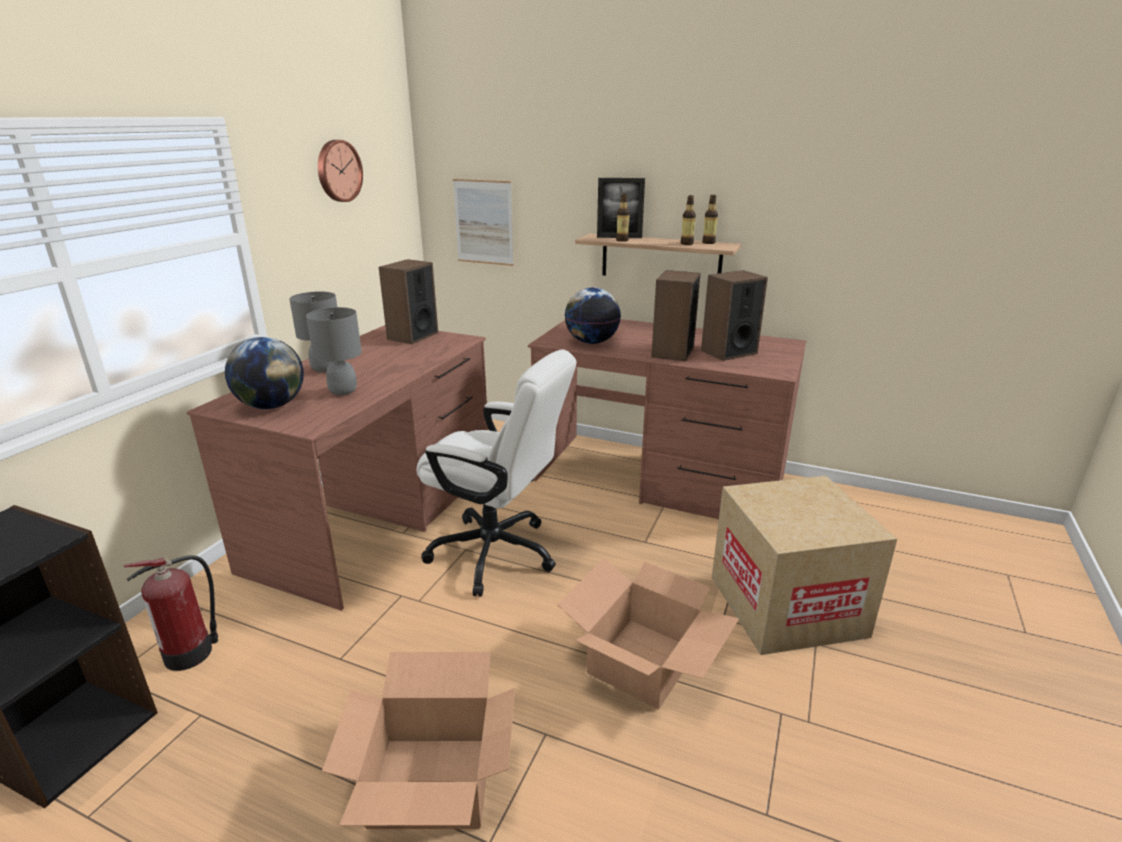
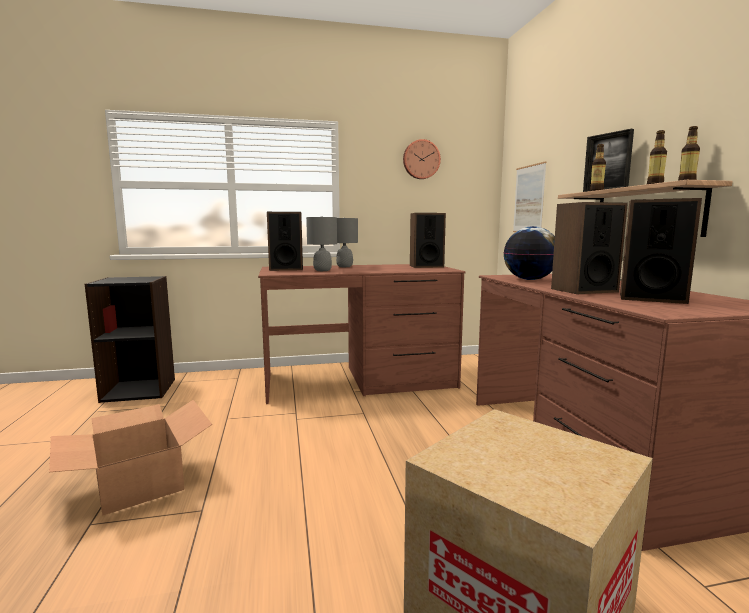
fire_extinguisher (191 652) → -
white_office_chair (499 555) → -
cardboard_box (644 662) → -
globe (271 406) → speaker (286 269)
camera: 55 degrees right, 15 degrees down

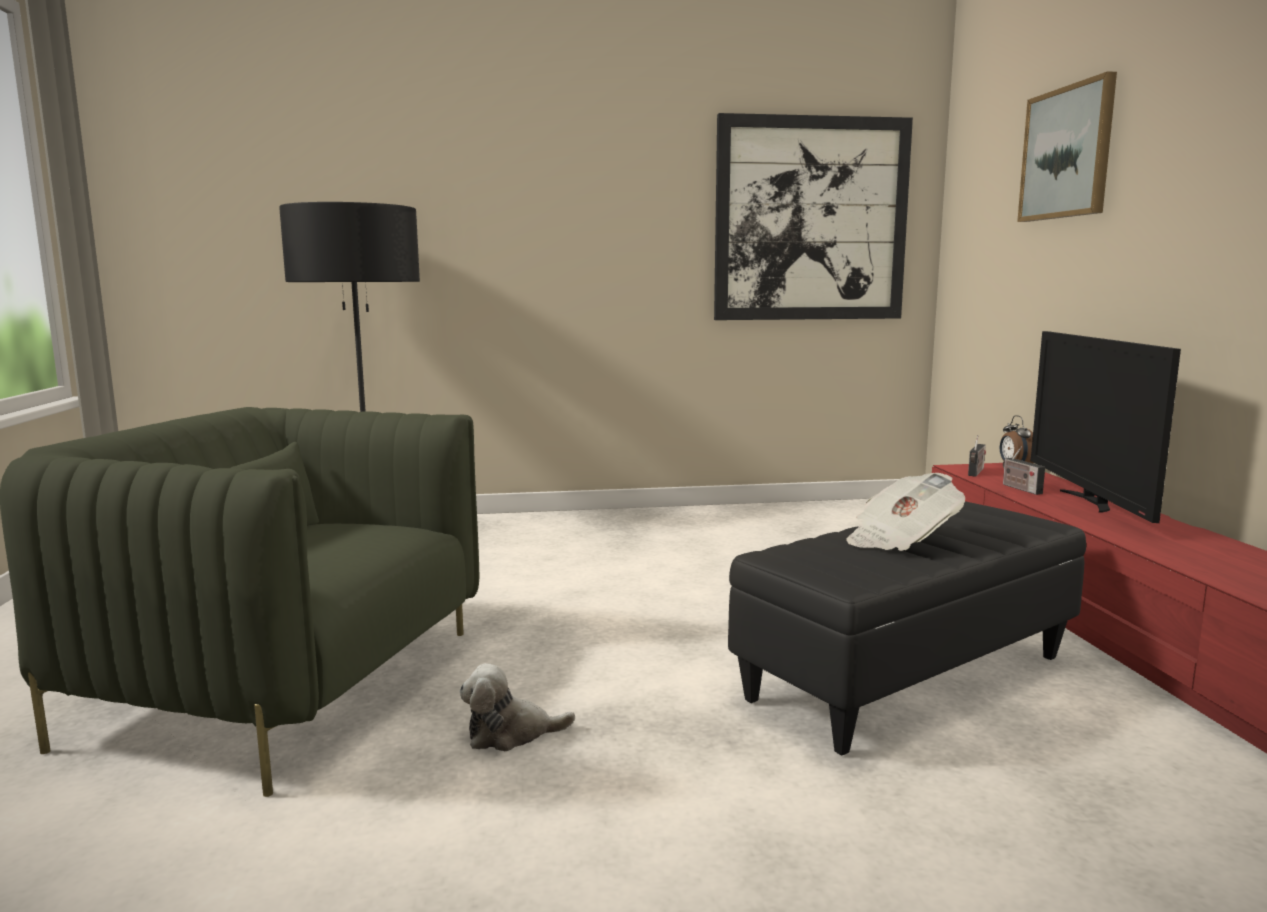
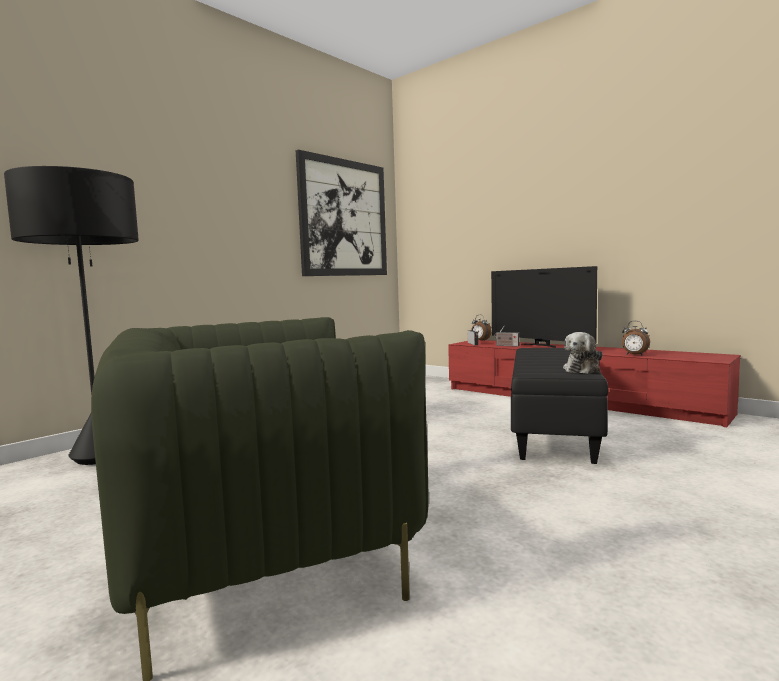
newspaper (900 540) → -
picture (1067 153) → -
- → alarm_clock (634 355)
plush_toy (511 734) → plush_toy (583 369), moved
camera: 40 degrees left, 5 degrees down

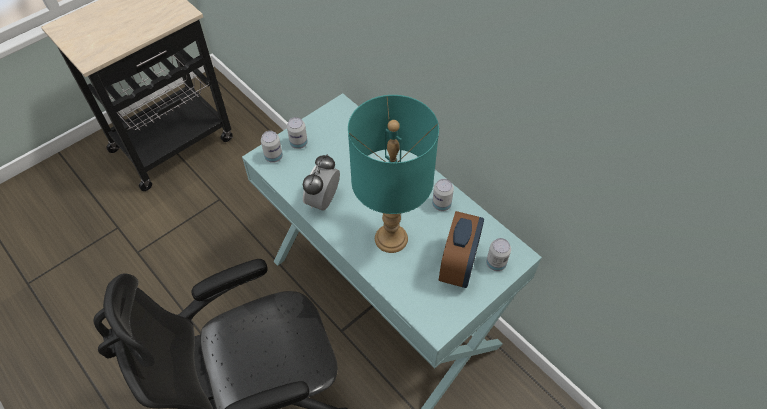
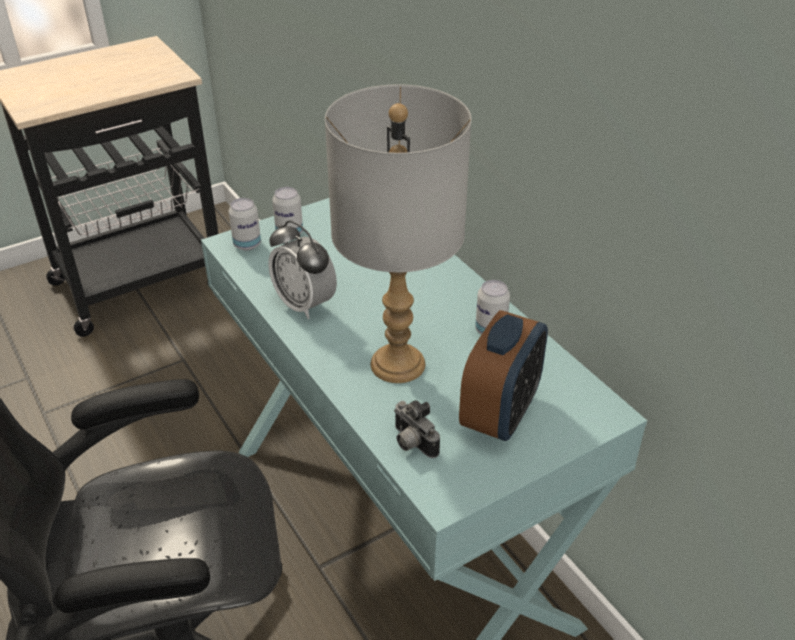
can (496 263) → -
- → photo_camera (411 443)
turquoise_table_lamp (391 238) → grey_table_lamp (398 363)
alarm_clock (323 201) → alarm_clock (304 304), 75 degrees counterclockwise
camera: 10 degrees right, 15 degrees down

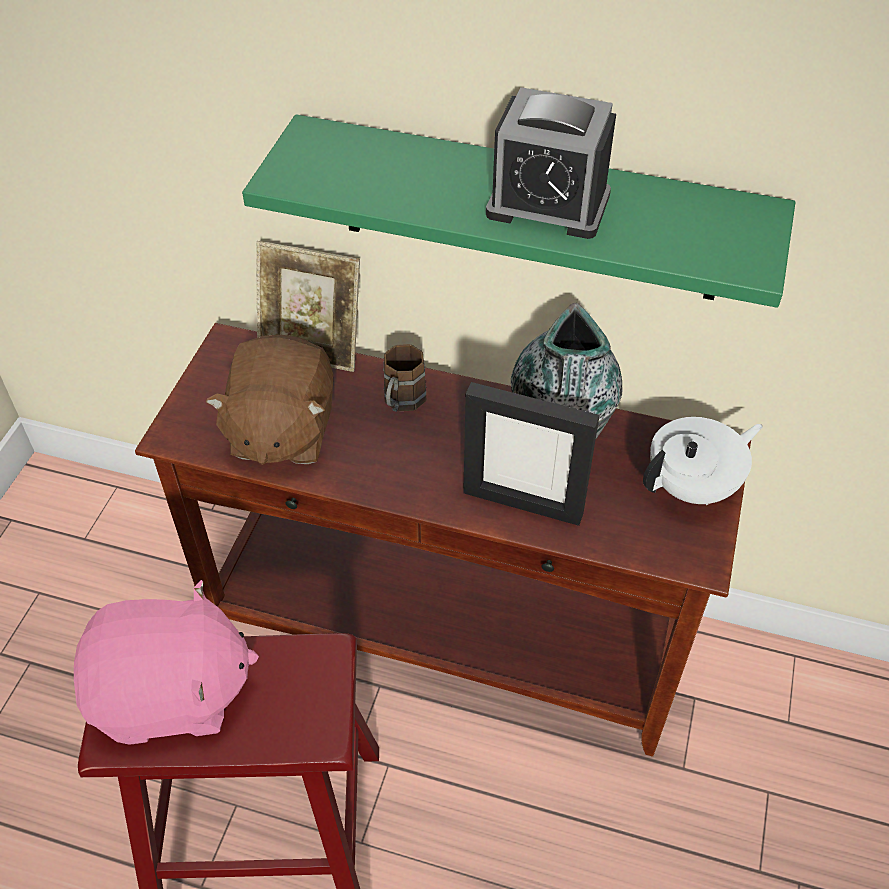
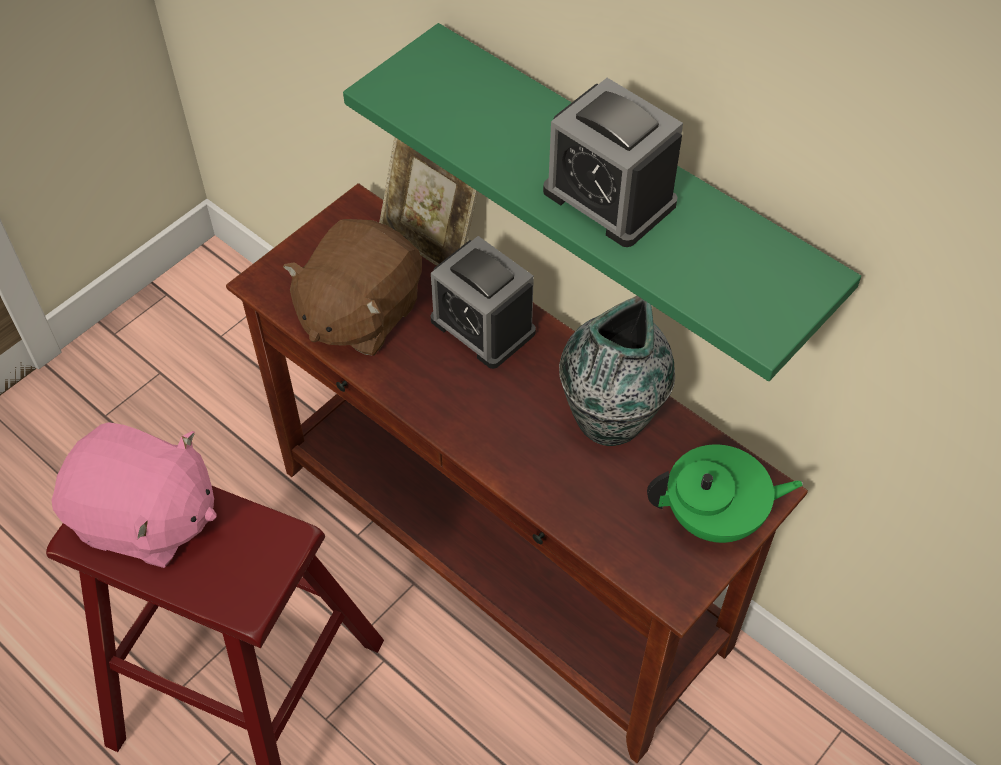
picture_frame (523 501) → -
brown_mug (401 403) → alarm_clock (483 326)
white_teapot (693 486) → green_teapot (715 517)
camera: 25 degrees right, 5 degrees up

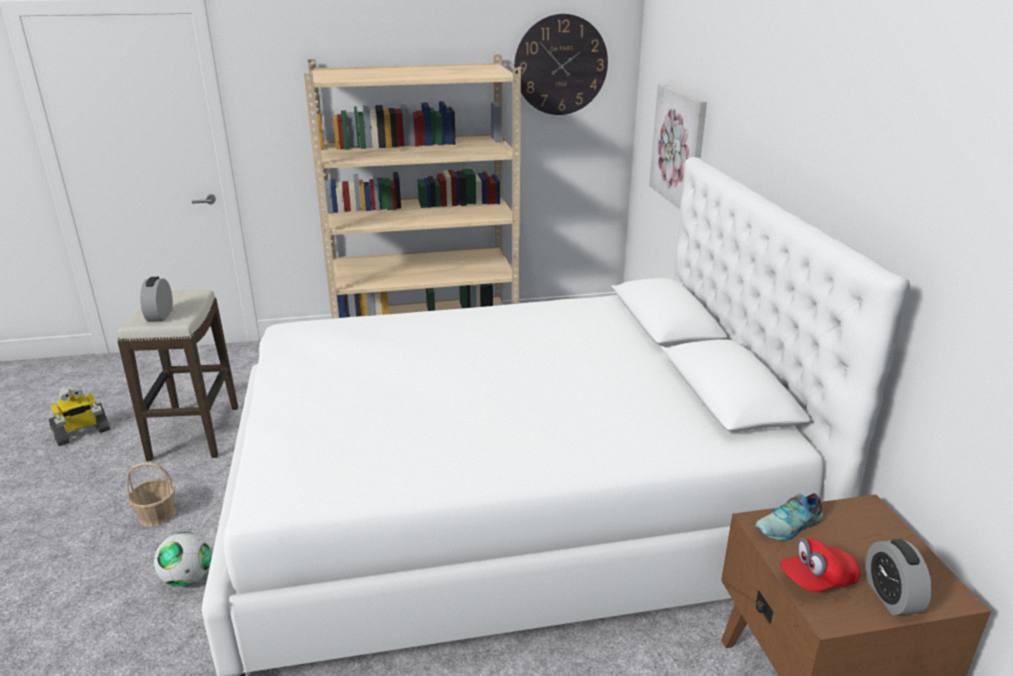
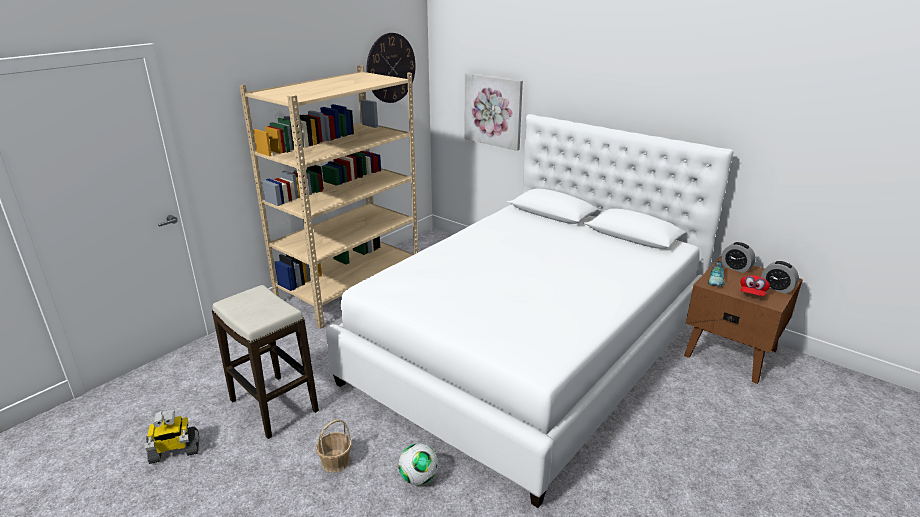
alarm_clock (160 315) → alarm_clock (735 268), moved
toy_robot (82 433) → toy_robot (174 451), 60 degrees clockwise
camera: 40 degrees left, 0 degrees up

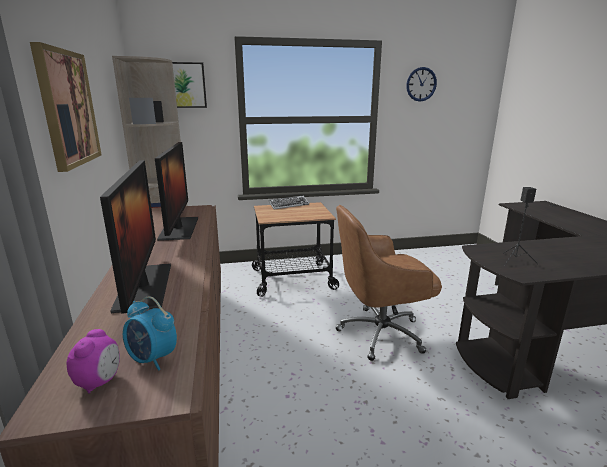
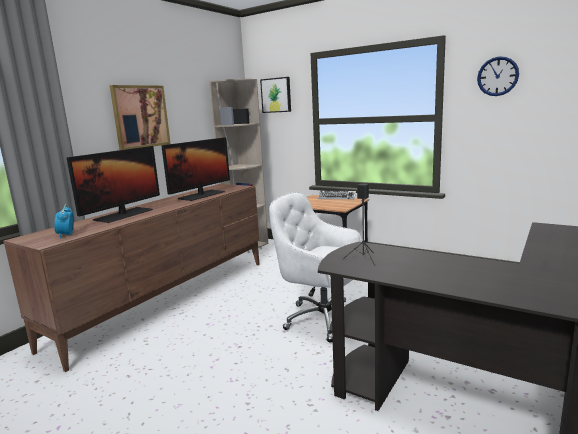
alarm_clock (100 381) → -
brown_office_chair (380 333) → white_office_chair (324 318)
camera: 45 degrees right, 5 degrees down

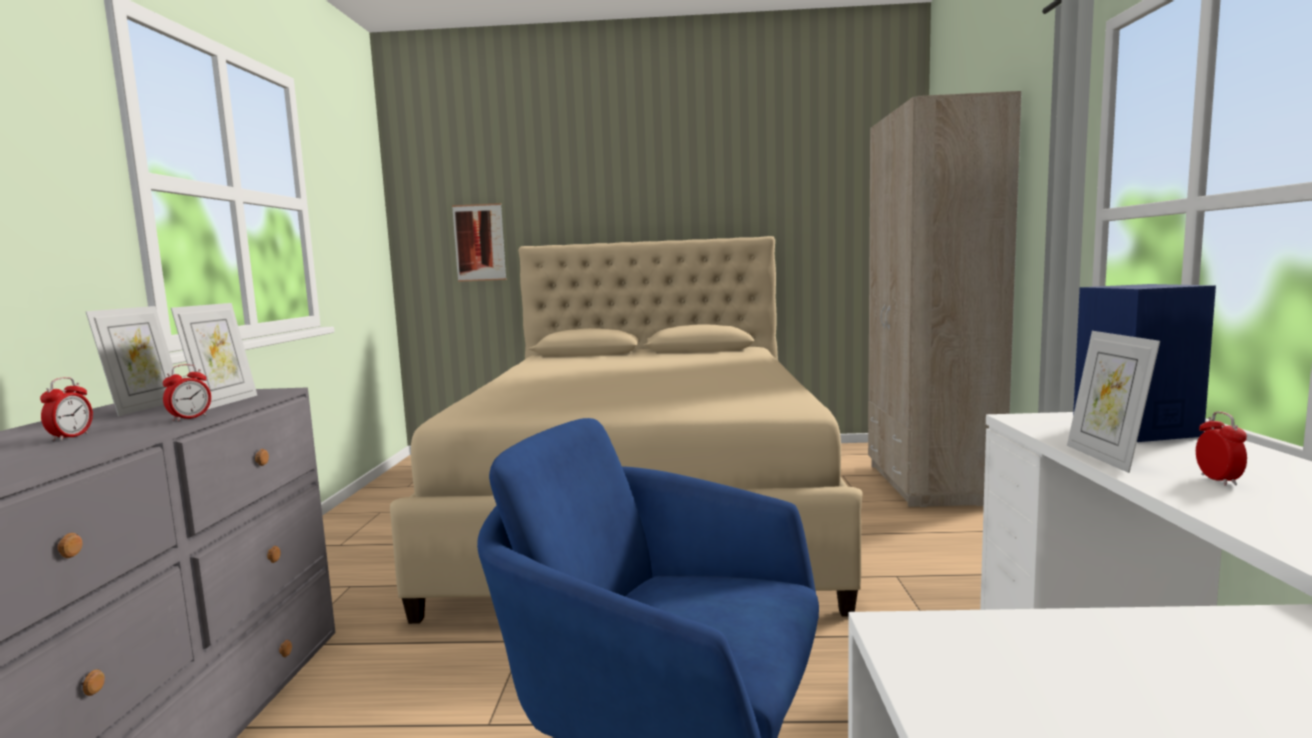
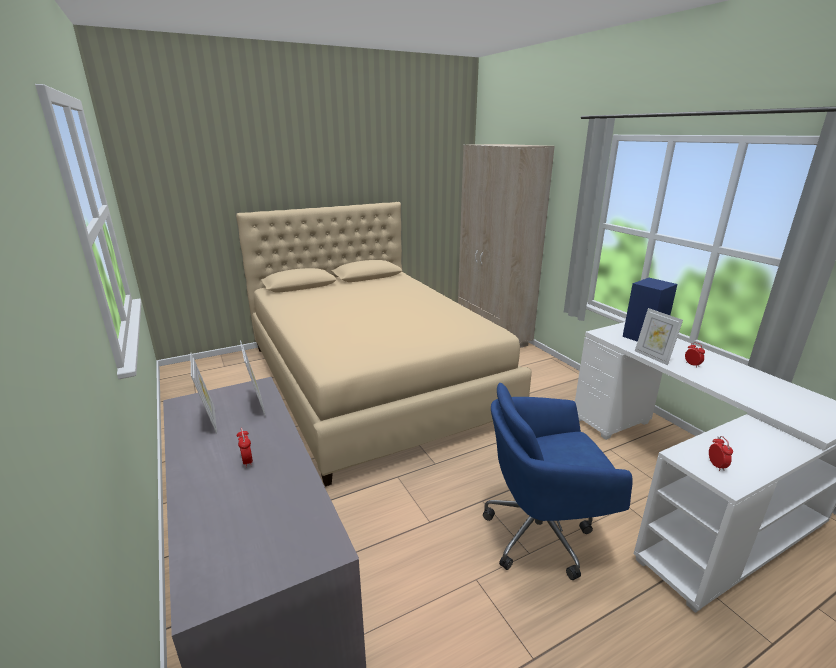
picture (479 242) → -
alarm_clock (190 418) → alarm_clock (716 465), moved
camera: 30 degrees left, 15 degrees up

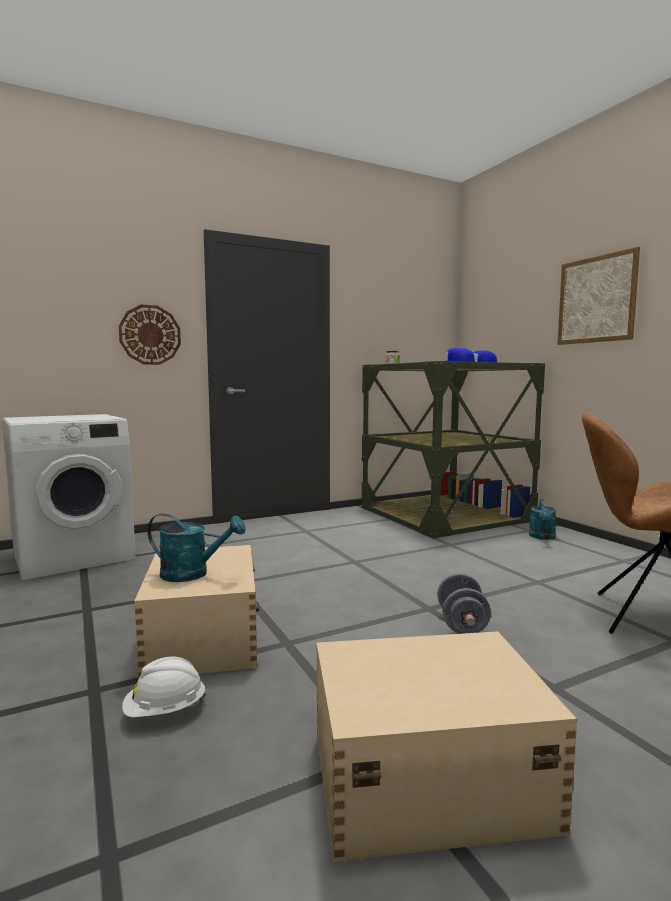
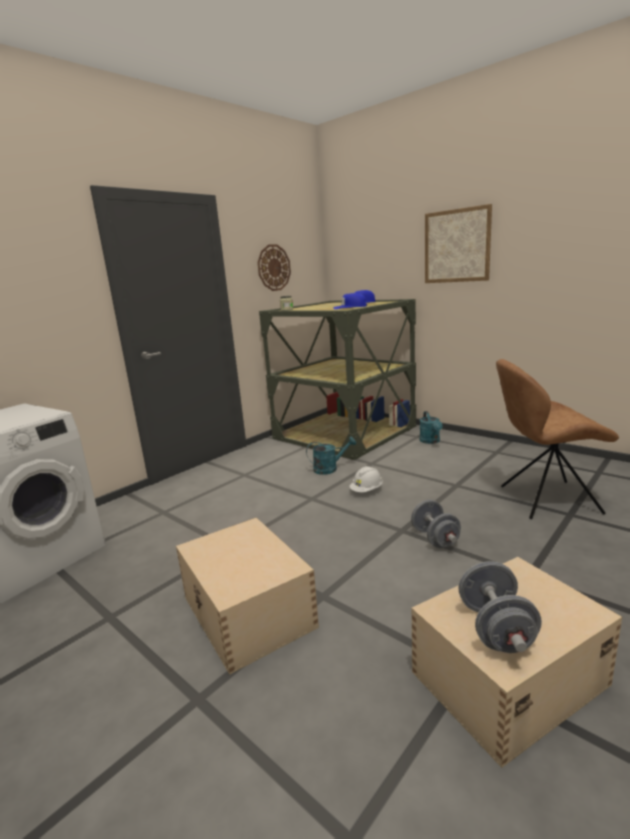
- → grey_dumbbell (496 629)
wall_clock (150 335) → wall_clock (274 267), moved
white_hard_hat (165 711) → white_hard_hat (367 490), moved
turquoise_watering_can (193 574) → turquoise_watering_can (329 469), moved
camera: 20 degrees left, 10 degrees up

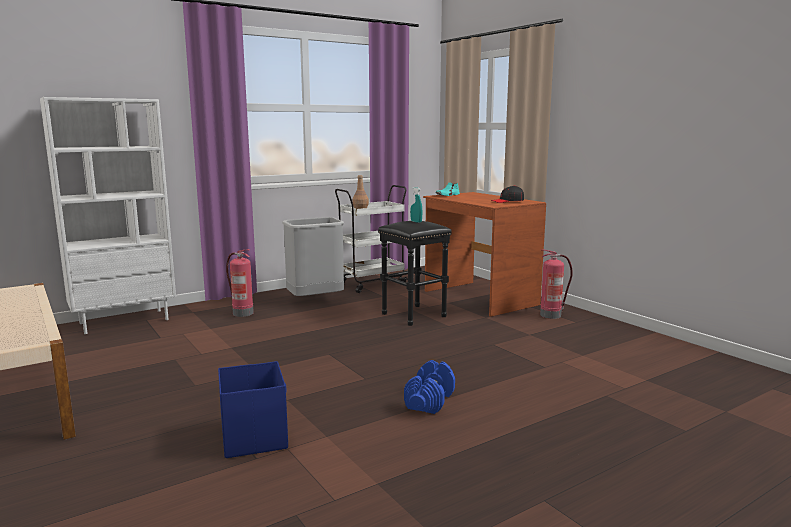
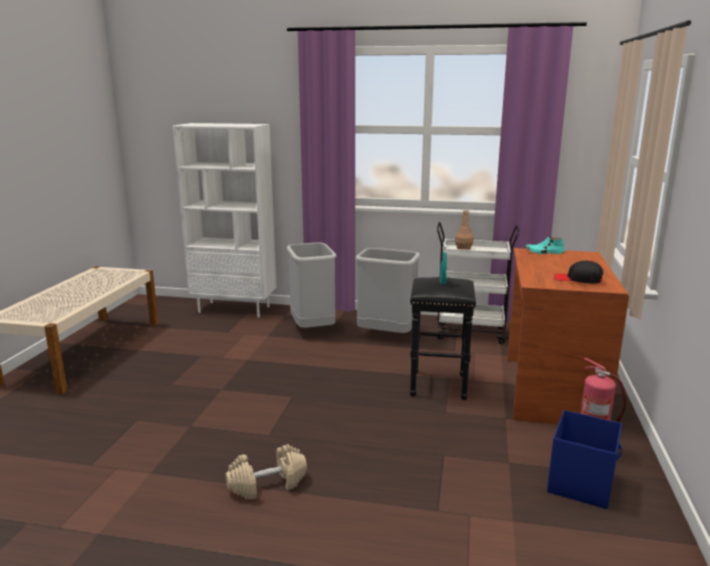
blue_storage_box (254 437) → blue_storage_box (581 483), moved
fire_extinguisher (242 313) → grey_trash_can (311 328)
blue_dumbbell (430 401) → beige_dumbbell (267 485)
camera: 45 degrees right, 5 degrees up

